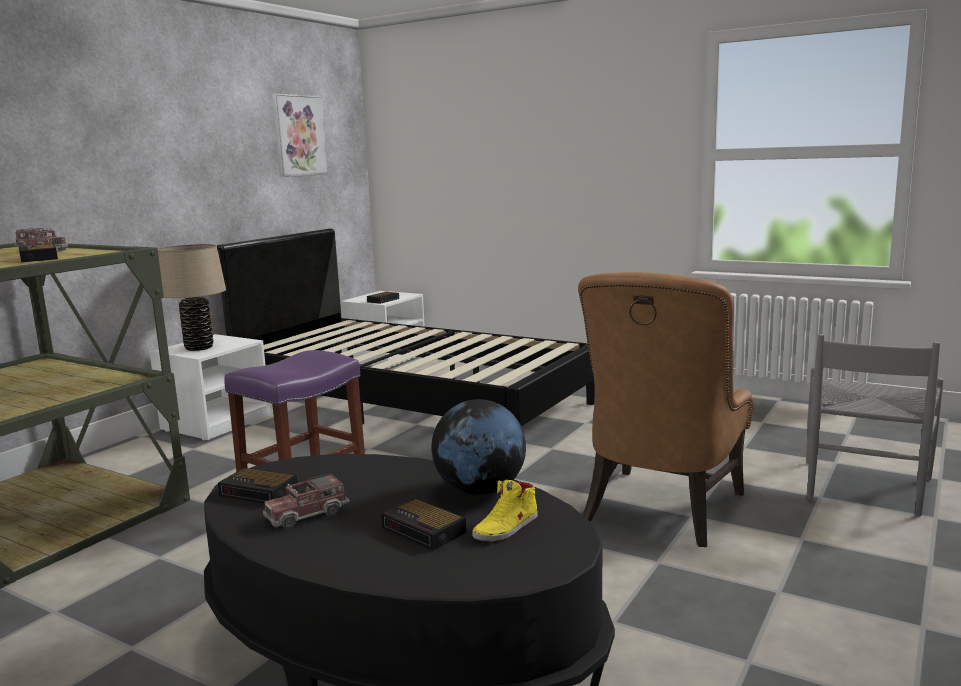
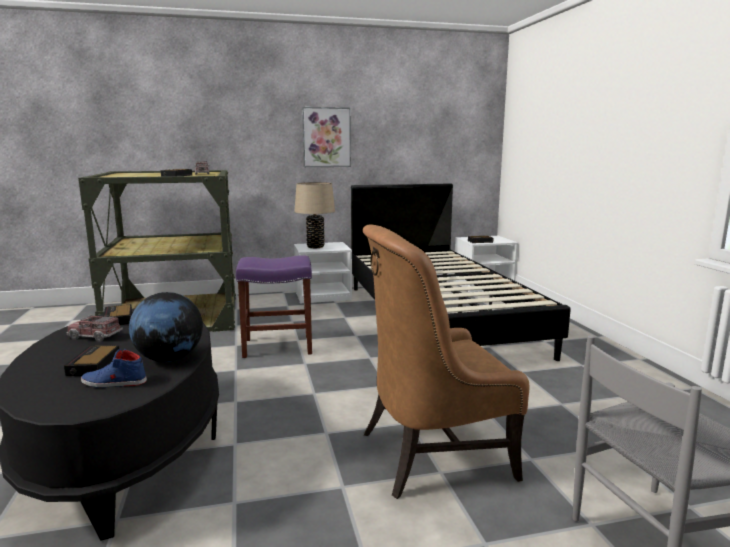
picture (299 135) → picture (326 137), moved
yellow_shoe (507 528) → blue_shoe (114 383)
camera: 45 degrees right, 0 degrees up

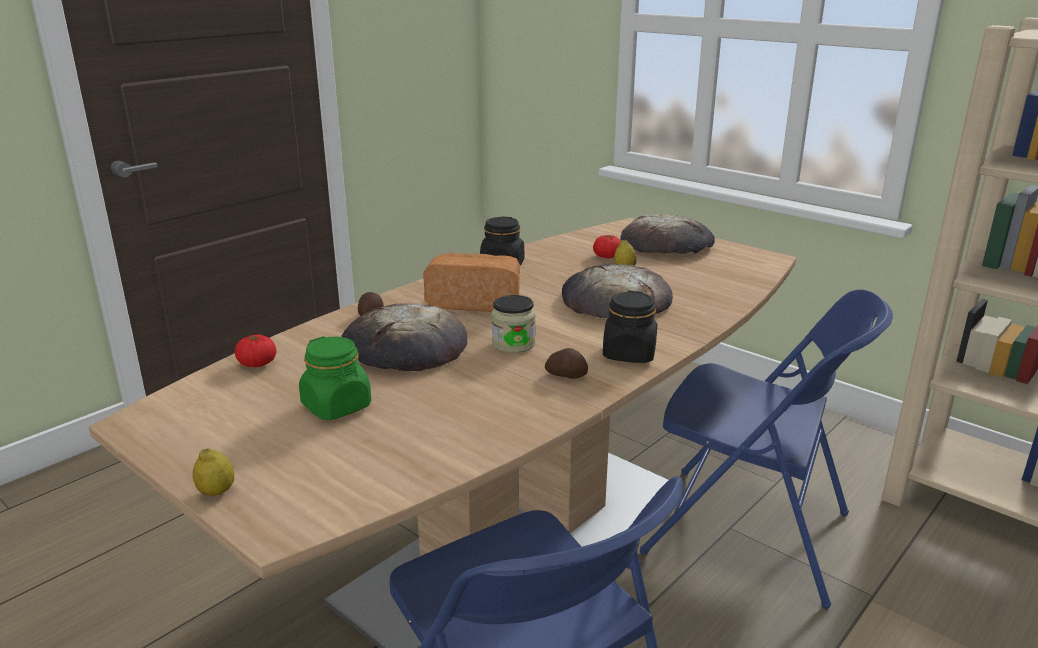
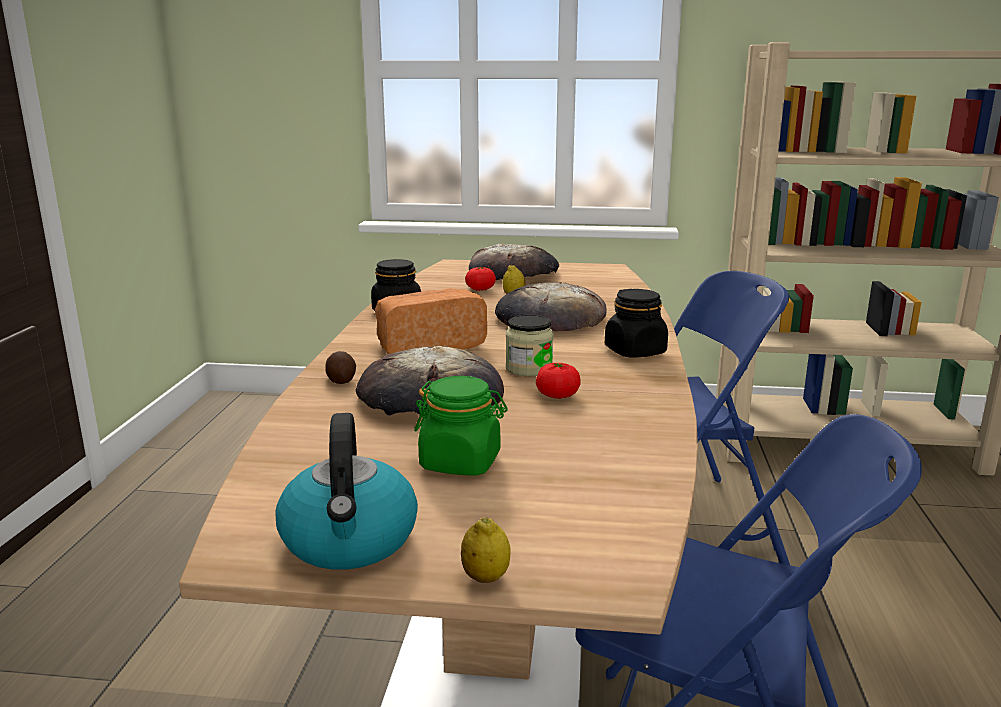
potato (566 375) → -
- → kettle (350 541)
tomato (257 364) → tomato (557 395), moved
camera: 35 degrees left, 5 degrees down

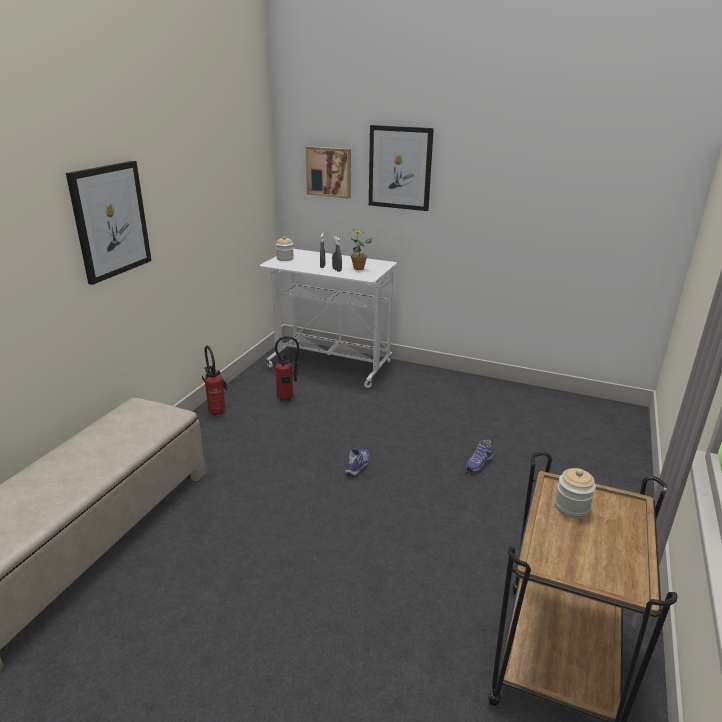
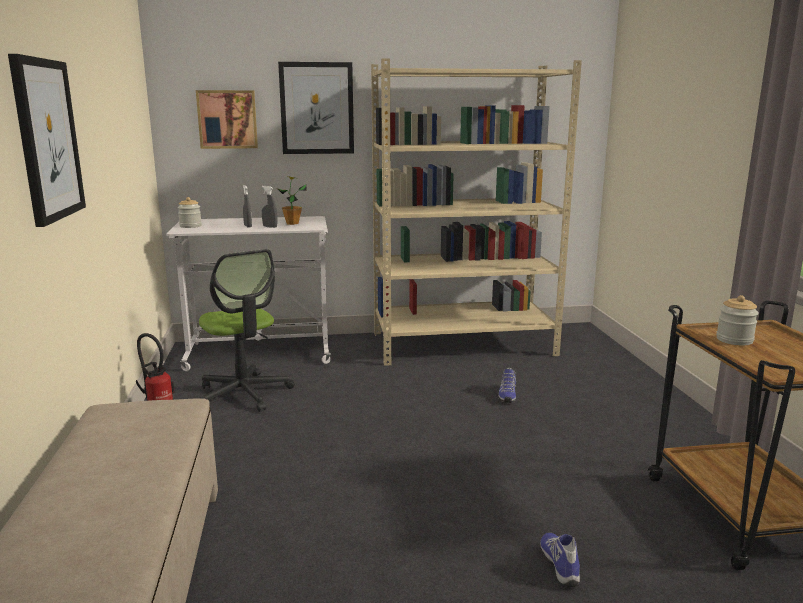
- → beige_bookcase (463 344)
shoe (358 467) → shoe (560 566), moved
fire_extinguisher (288 399) → office_chair (244 394)
camera: 30 degrees left, 10 degrees down

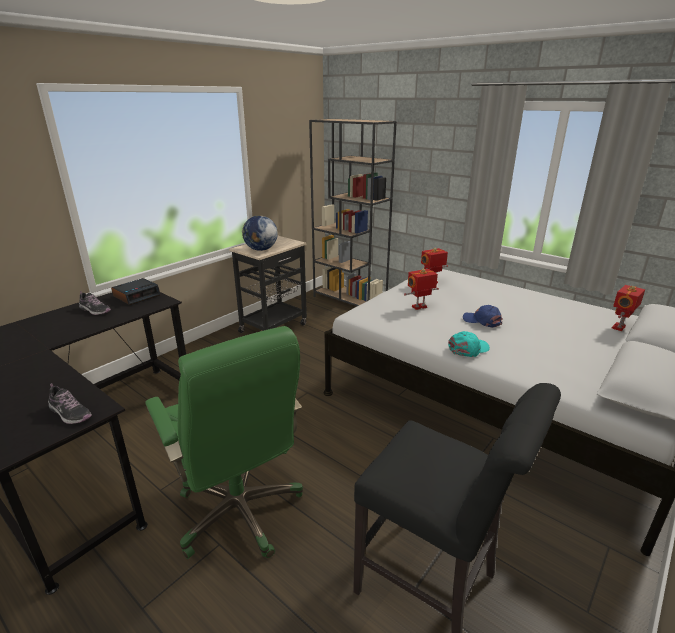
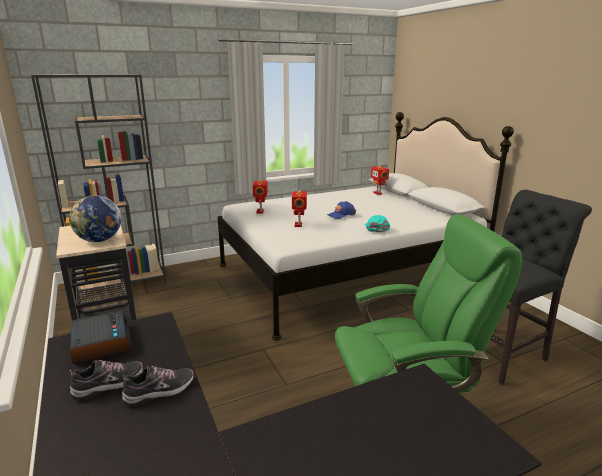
shoe (70 413) → shoe (160 391), moved
camera: 65 degrees left, 5 degrees down

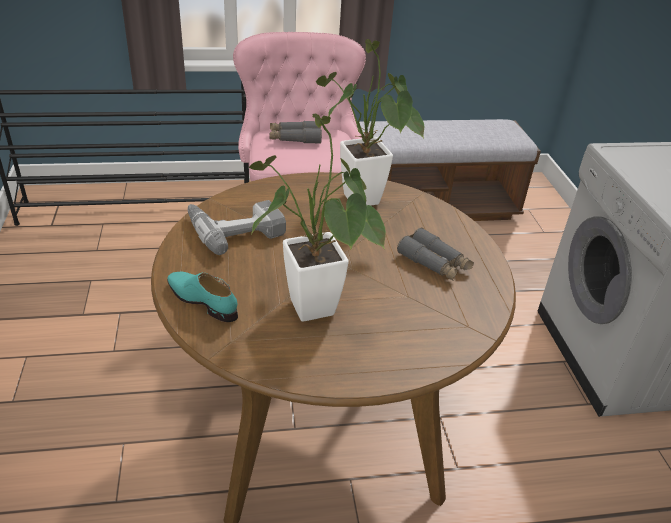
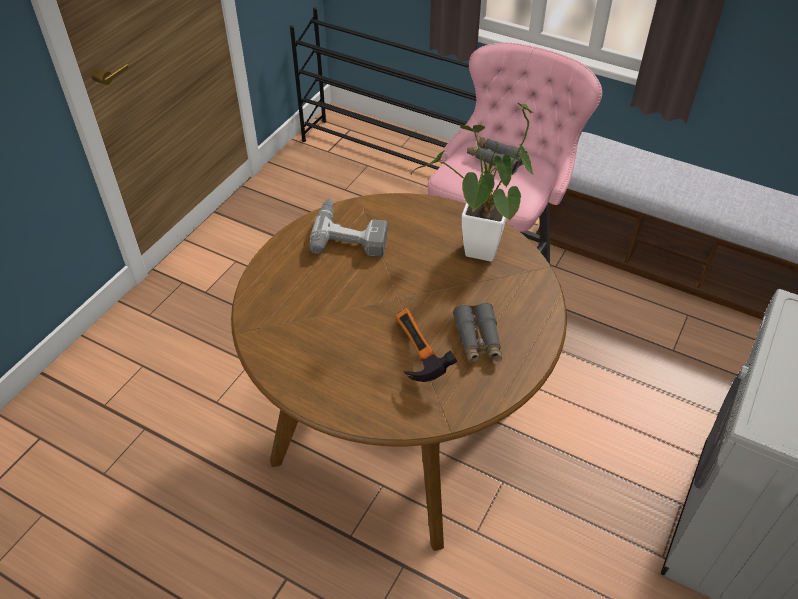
turquoise_shoe (202 301) → -
potted_plant (315 315) → -
- → hammer (413 355)
camera: 40 degrees right, 10 degrees up

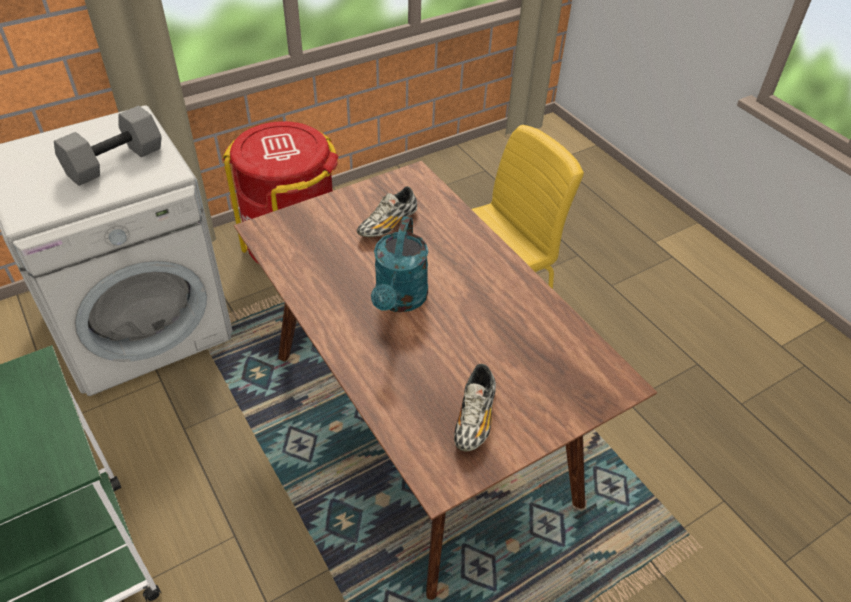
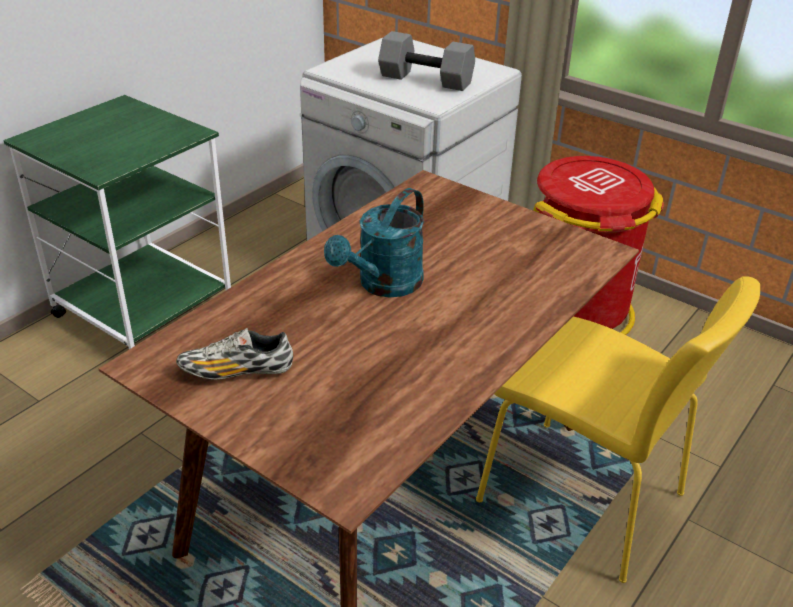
shoe (388 225) → -
turquoise_watering_can (399 300) → turquoise_watering_can (383 285), 45 degrees counterclockwise
camera: 70 degrees right, 10 degrees down

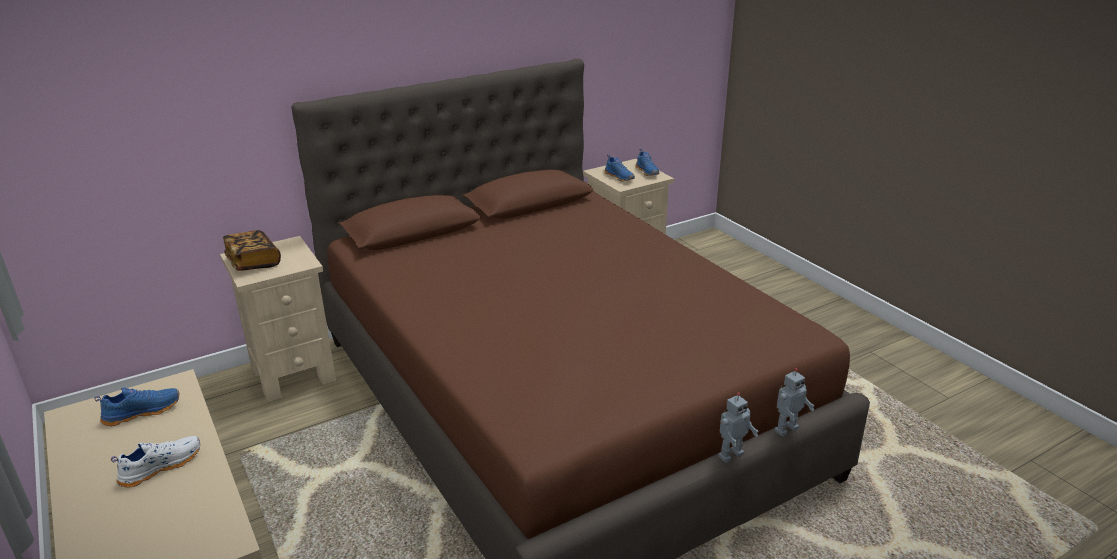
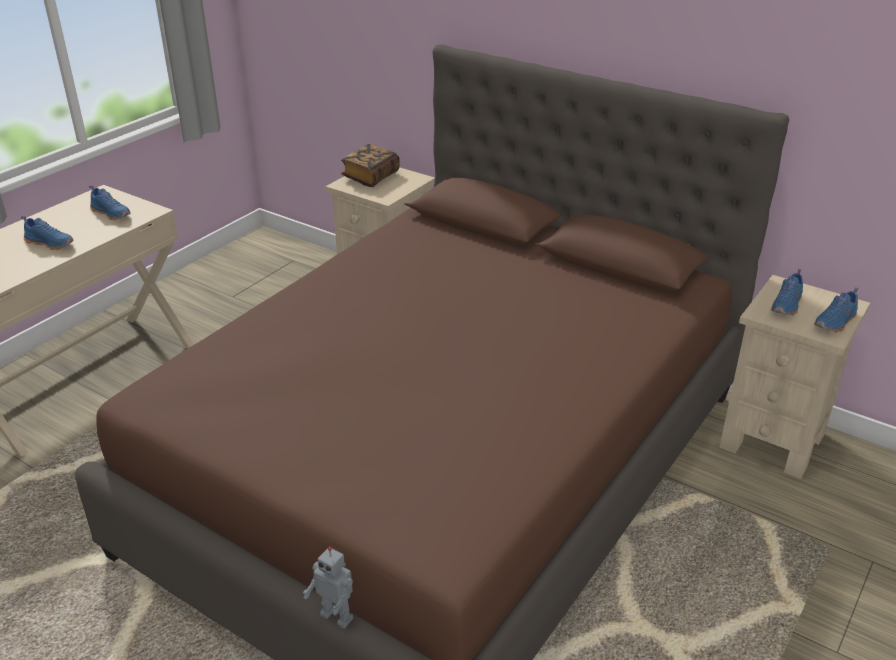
toy_robot (729 454) → -
white_shoe (161 466) → blue_shoe (51 243)
camera: 65 degrees right, 5 degrees up

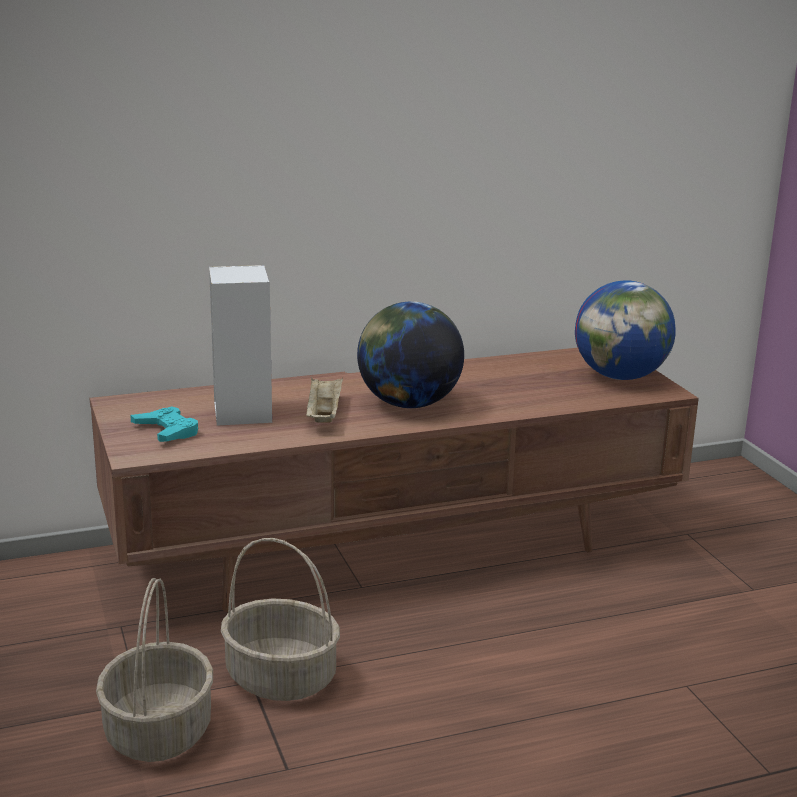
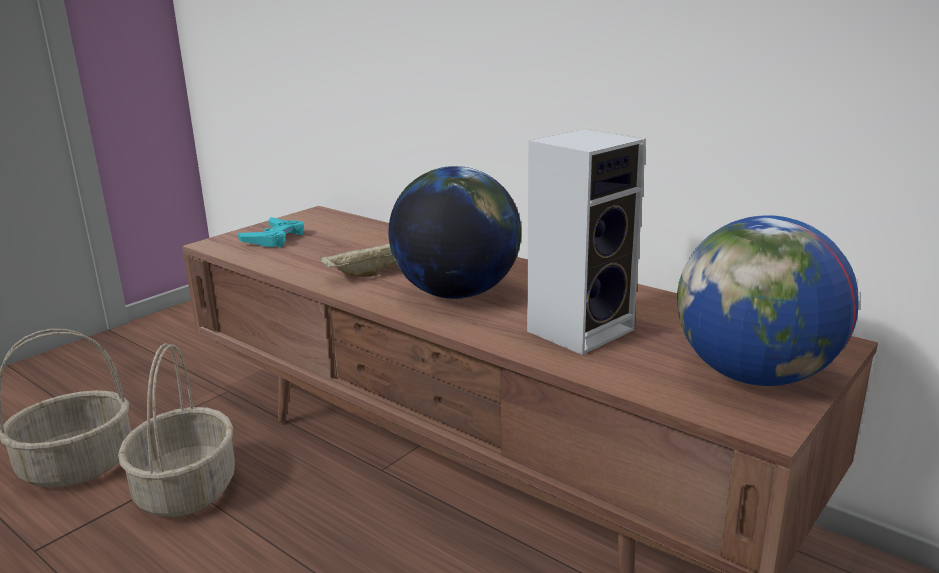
speaker (240 411) → speaker (581 329), moved
camera: 60 degrees right, 0 degrees up

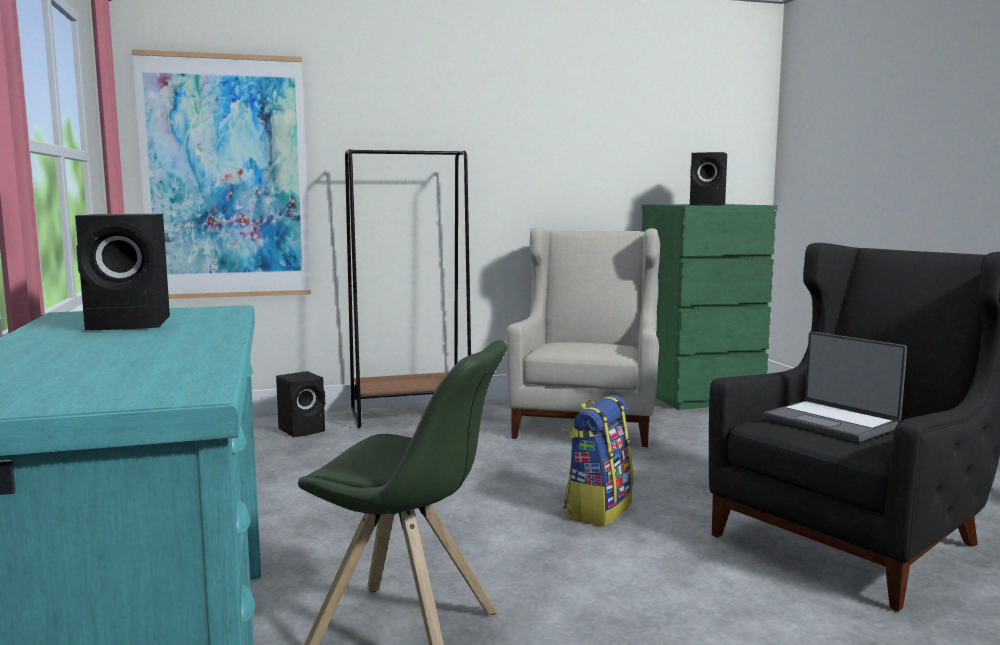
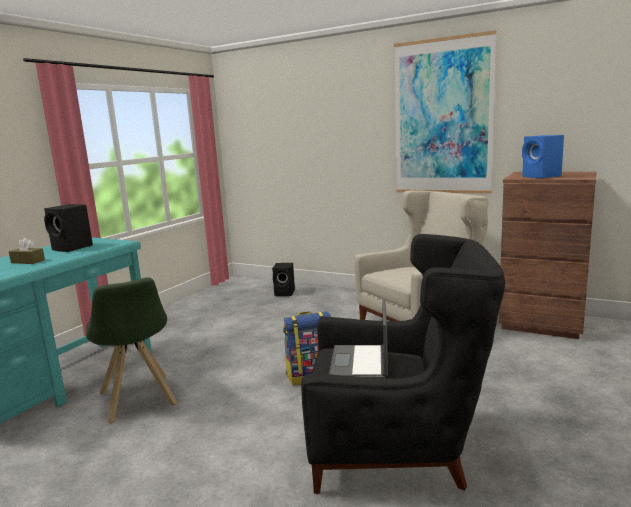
clothes_rack (410 416) → -
- → brown_tissue_box (28 261)
picture (226 178) → picture (443 117), moved
green_dresser (699 396) → brown_dresser (542 322)
black_speaker (709 204) → blue_speaker (542 176)
camera: 45 degrees right, 5 degrees up

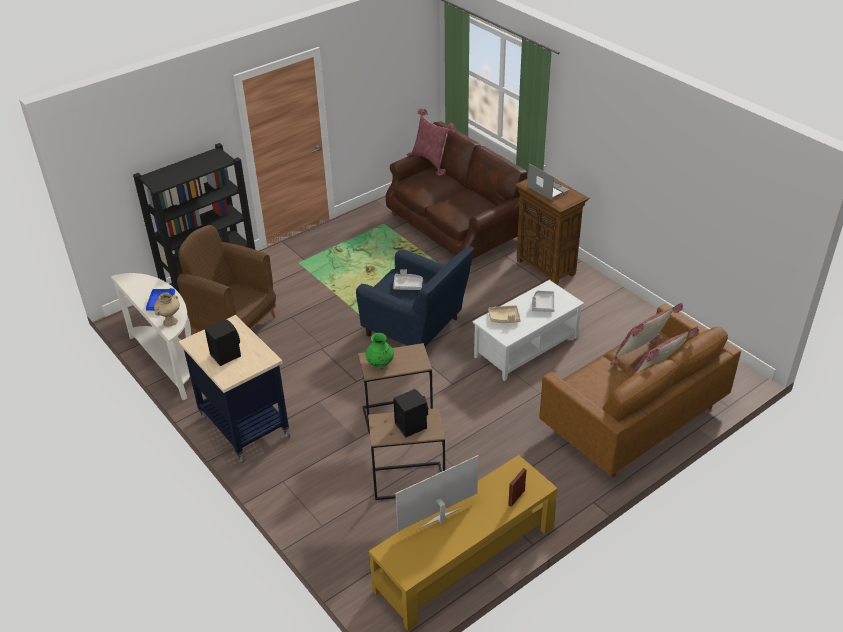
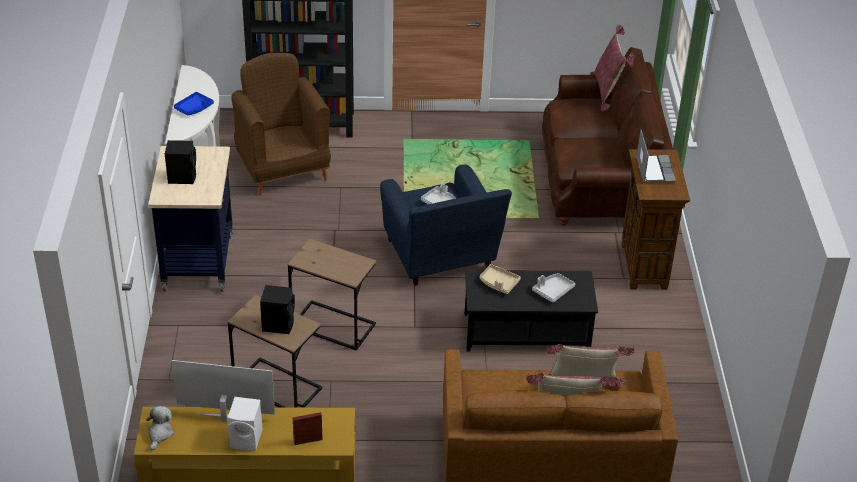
beige_vase (170 322) → -
green_vase (380 363) → -
- → plush_toy (159 434)
- → white_speaker (247 439)
white_coffee_table (526 348) → black_coffee_table (526 333)
camera: 35 degrees right, 0 degrees up

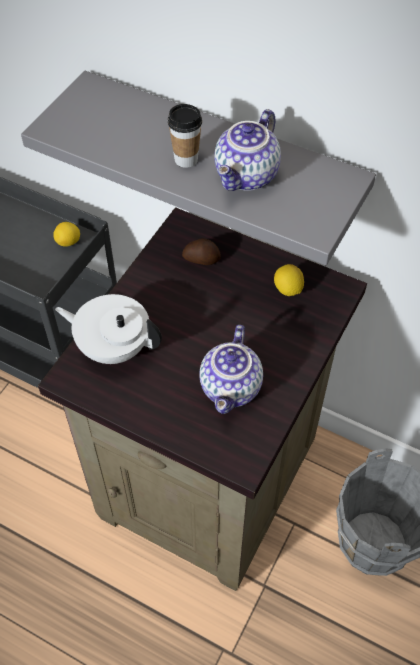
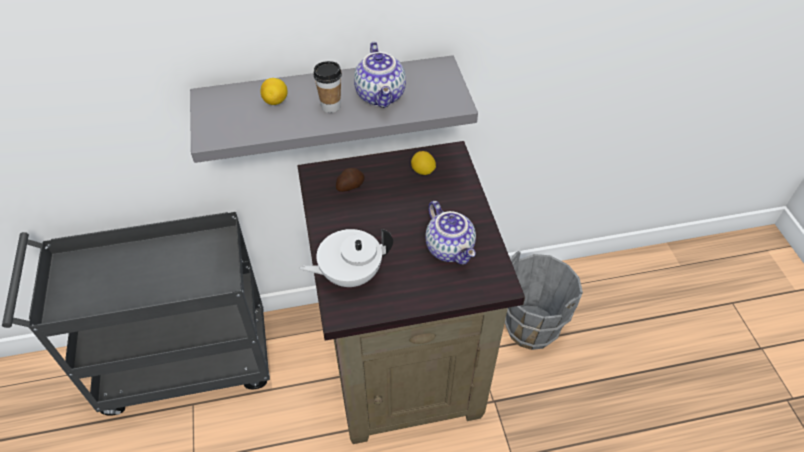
lemon (68 242) → lemon (276 101), moved
camera: 40 degrees left, 5 degrees down

